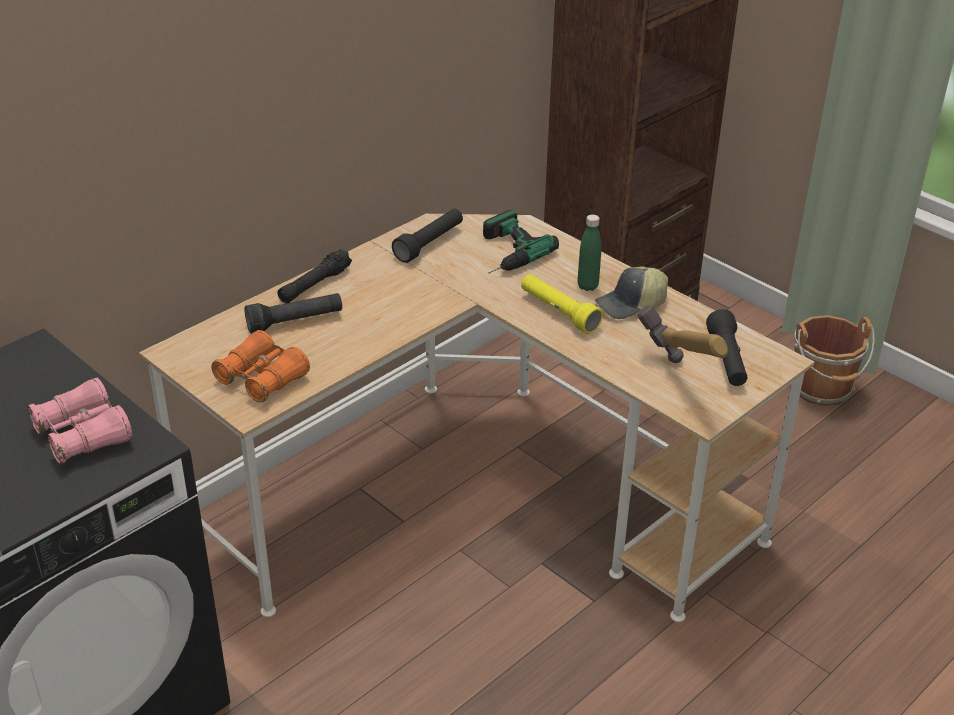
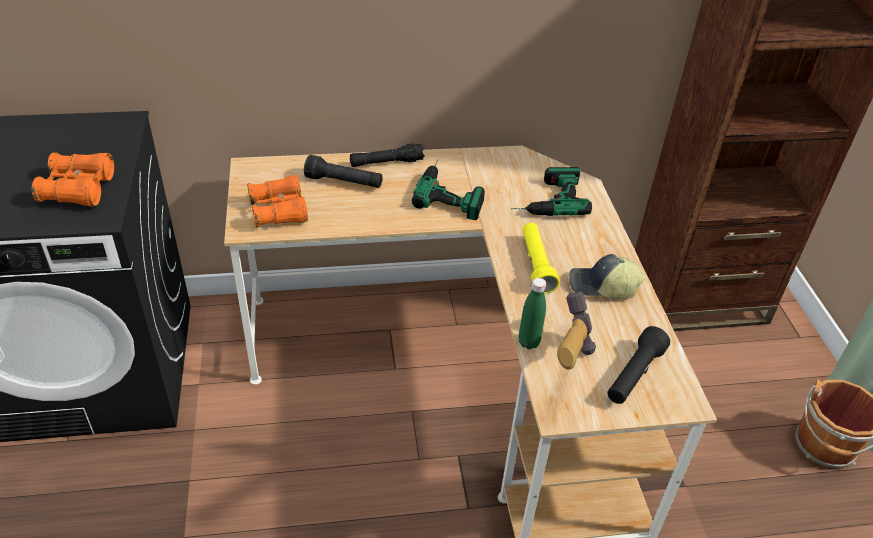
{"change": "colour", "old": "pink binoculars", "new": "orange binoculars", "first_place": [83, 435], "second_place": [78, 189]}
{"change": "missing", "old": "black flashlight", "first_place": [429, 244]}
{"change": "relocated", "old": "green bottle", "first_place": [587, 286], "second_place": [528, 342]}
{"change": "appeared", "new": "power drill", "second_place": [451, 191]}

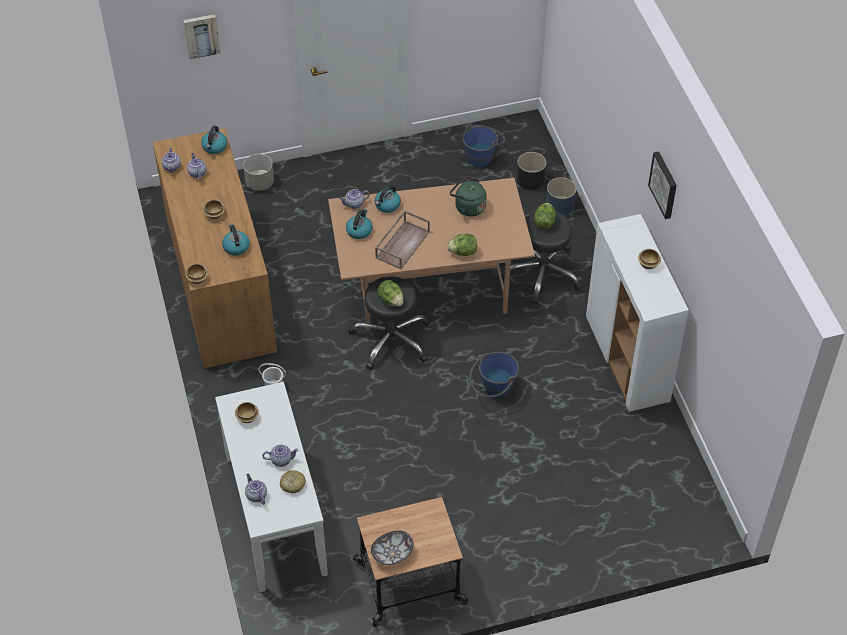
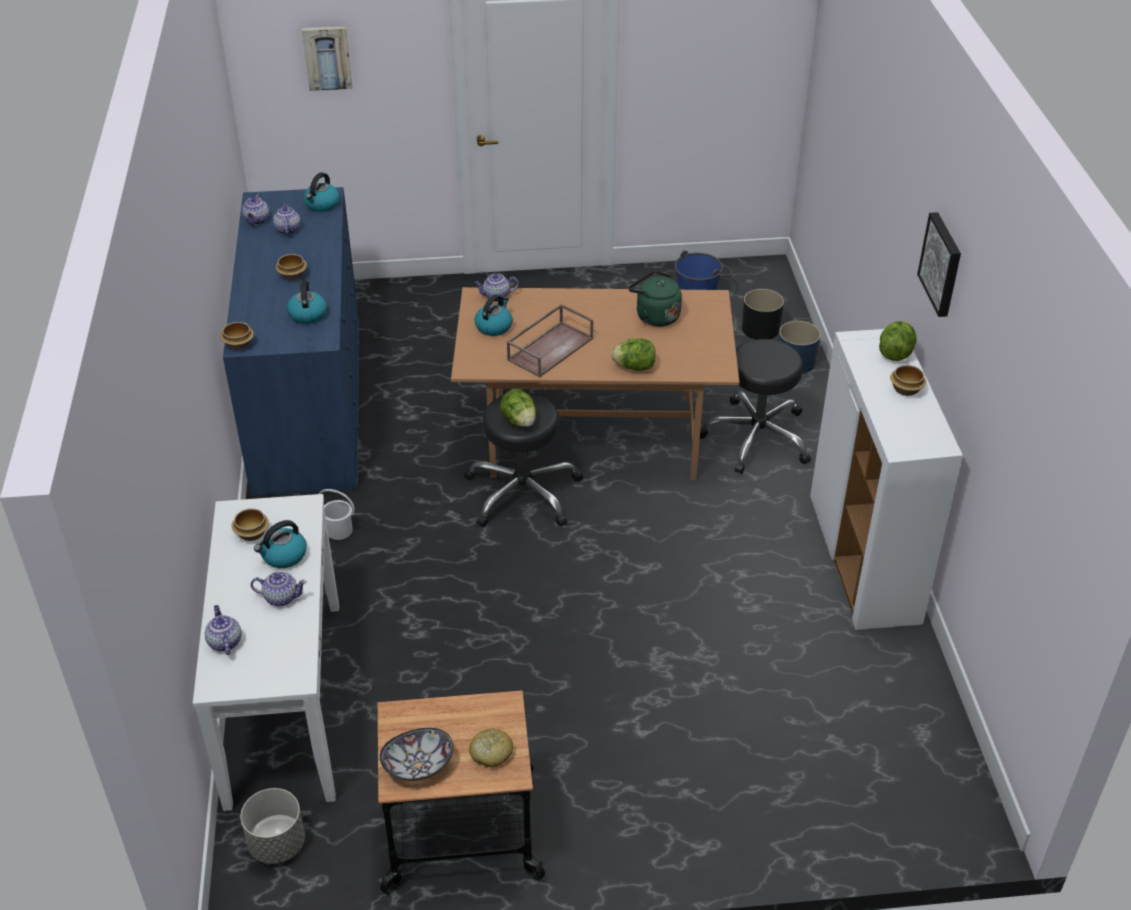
{"change": "colour", "old": "brown dresser", "new": "blue dresser", "first_place": [220, 285], "second_place": [308, 401]}
{"change": "relocated", "old": "grey planter", "first_place": [260, 183], "second_place": [277, 843]}
{"change": "relocated", "old": "bread", "first_place": [292, 484], "second_place": [491, 753]}
{"change": "relocated", "old": "kettle", "first_place": [387, 205], "second_place": [283, 556]}
{"change": "missing", "old": "blue bucket", "first_place": [493, 390]}
{"change": "relocated", "old": "lettuce", "first_place": [544, 222], "second_place": [895, 353]}

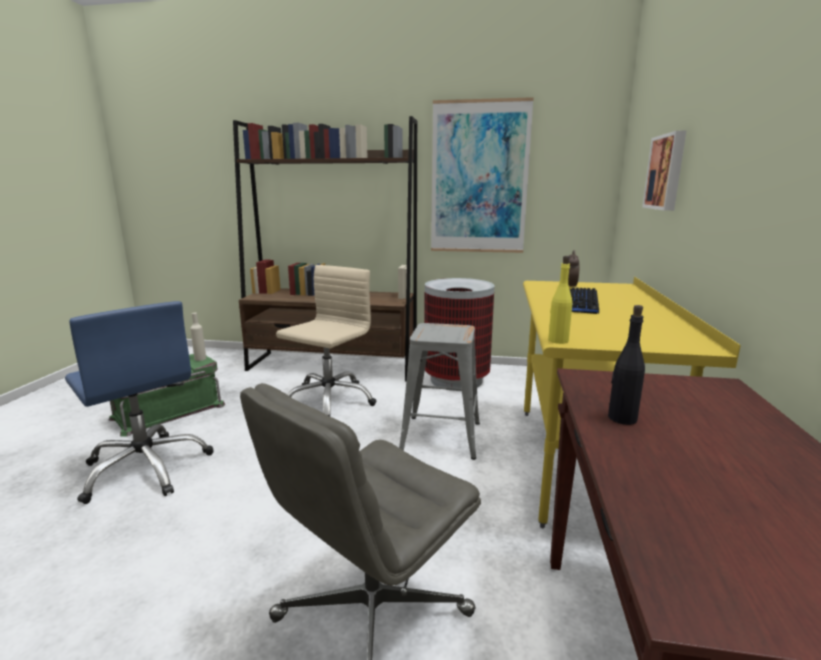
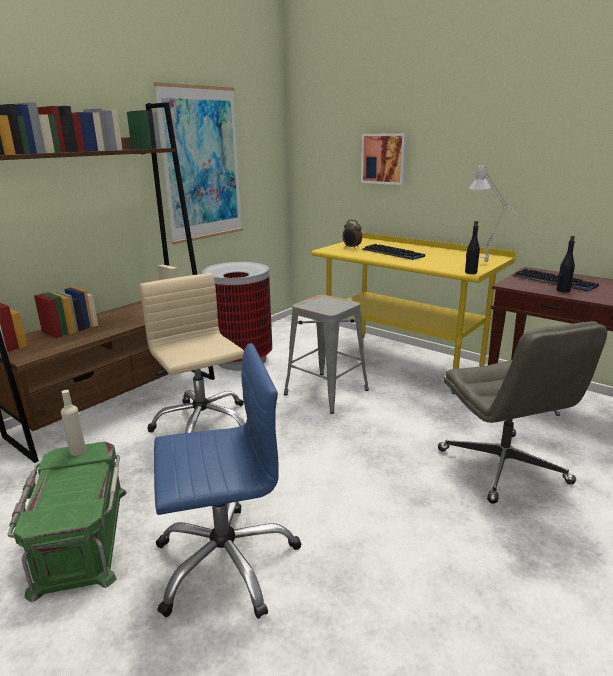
{"change": "colour", "old": "yellow bottle", "new": "black bottle", "first_place": [558, 340], "second_place": [470, 272]}
{"change": "appeared", "new": "grey table lamp", "second_place": [489, 262]}
{"change": "appeared", "new": "keyboard", "second_place": [553, 281]}

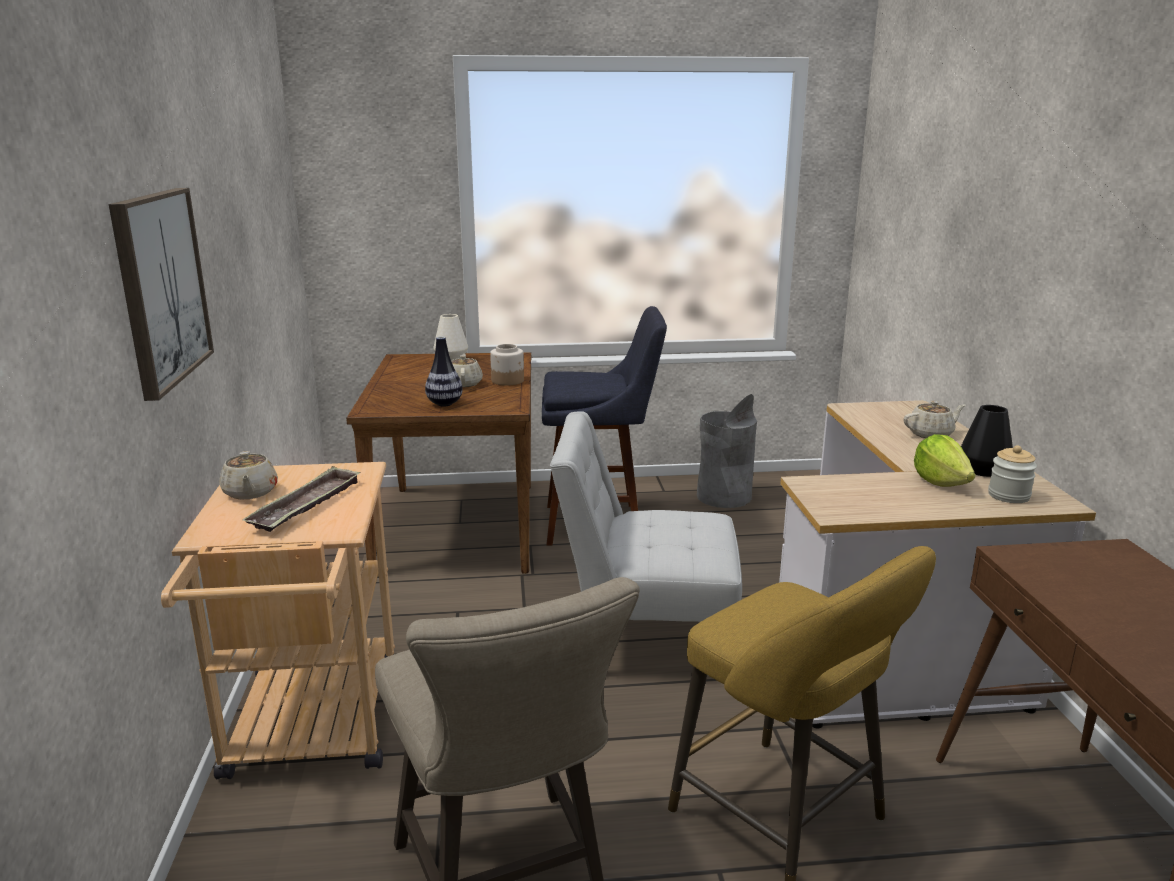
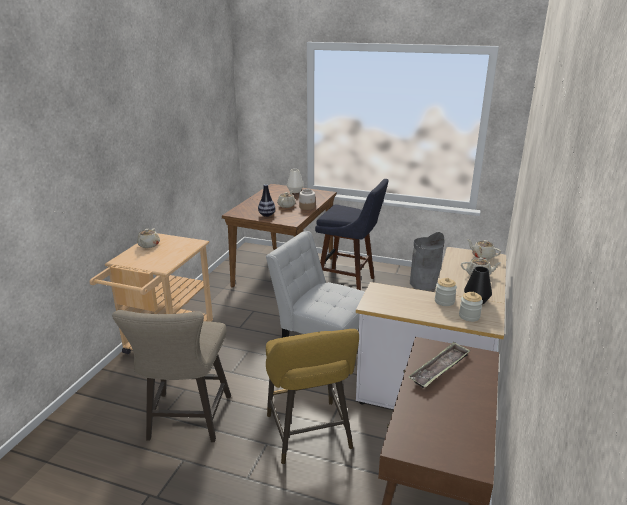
{"change": "missing", "old": "picture", "first_place": [161, 288]}
{"change": "relocated", "old": "tray", "first_place": [306, 506], "second_place": [439, 369]}
{"change": "exchanged", "old": "lettuce", "new": "jar", "first_place": [940, 482], "second_place": [444, 301]}
{"change": "appeared", "new": "beige teapot", "second_place": [482, 256]}

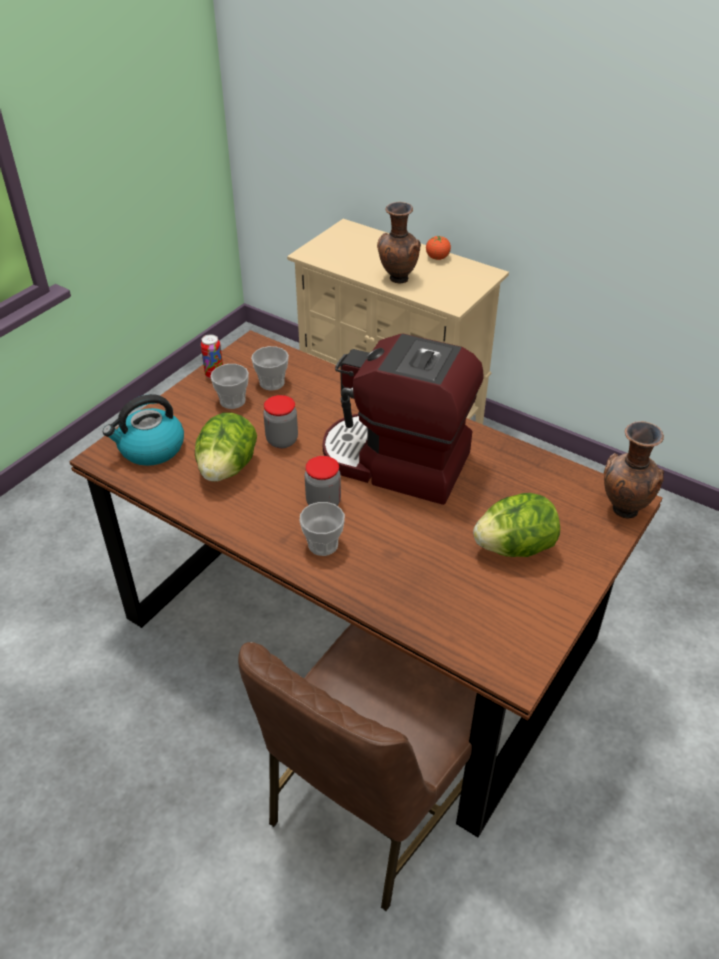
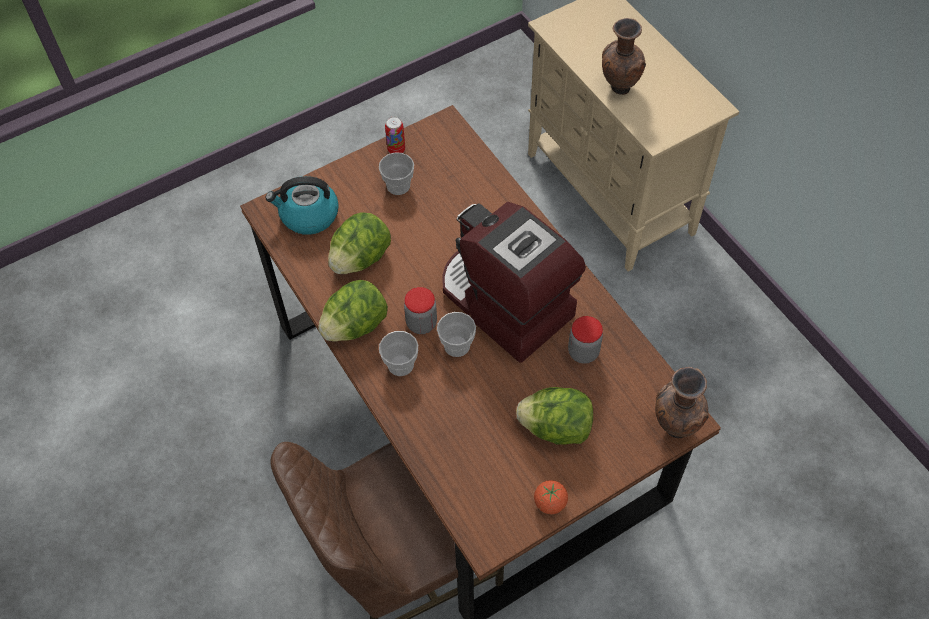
{"change": "relocated", "old": "cup", "first_place": [272, 383], "second_place": [457, 345]}
{"change": "relocated", "old": "jar", "first_place": [282, 440], "second_place": [583, 352]}
{"change": "relocated", "old": "tomato", "first_place": [437, 258], "second_place": [550, 503]}
{"change": "appeared", "new": "lettuce", "second_place": [355, 325]}

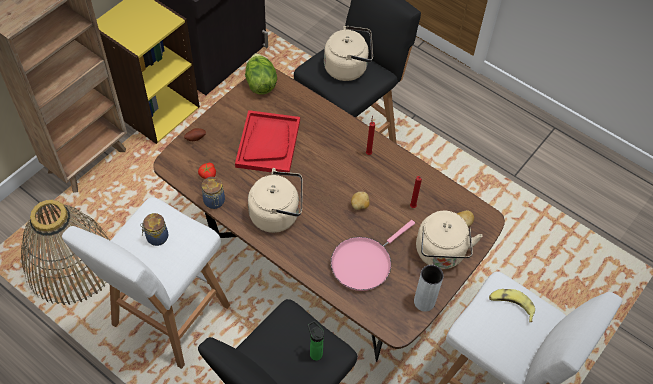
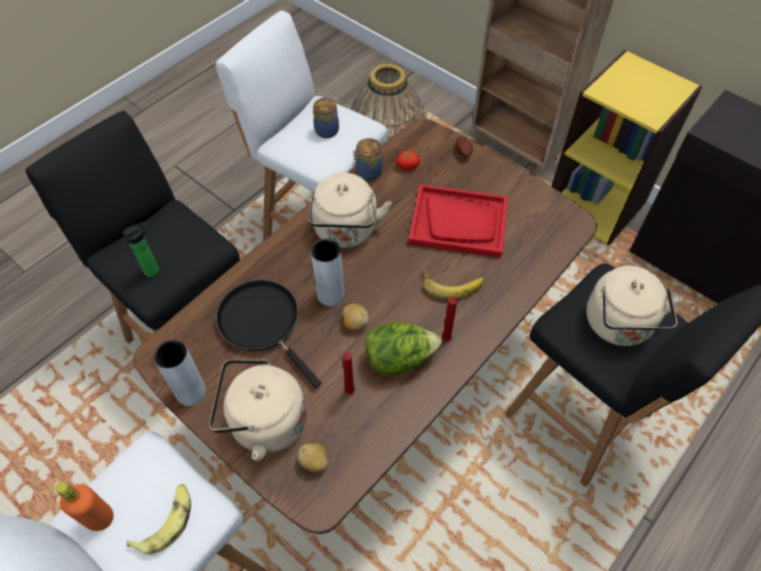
{"change": "relocated", "old": "lettuce", "first_place": [260, 83], "second_place": [399, 358]}
{"change": "colour", "old": "pink frying pan", "new": "black frying pan", "first_place": [364, 263], "second_place": [263, 323]}
{"change": "appeared", "new": "orange bottle", "second_place": [99, 518]}
{"change": "appeared", "new": "grey vase", "second_place": [330, 294]}
{"change": "appeared", "new": "banana", "second_place": [452, 283]}

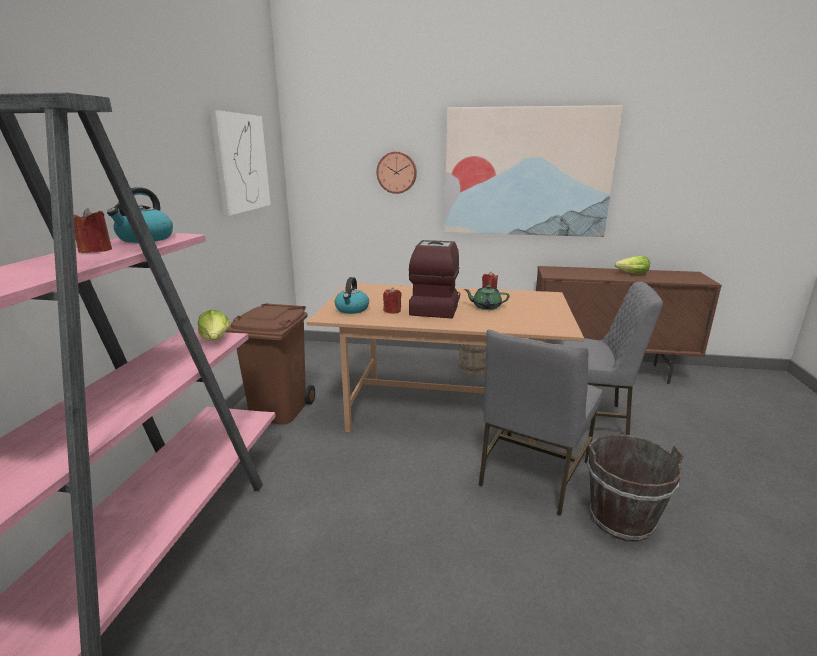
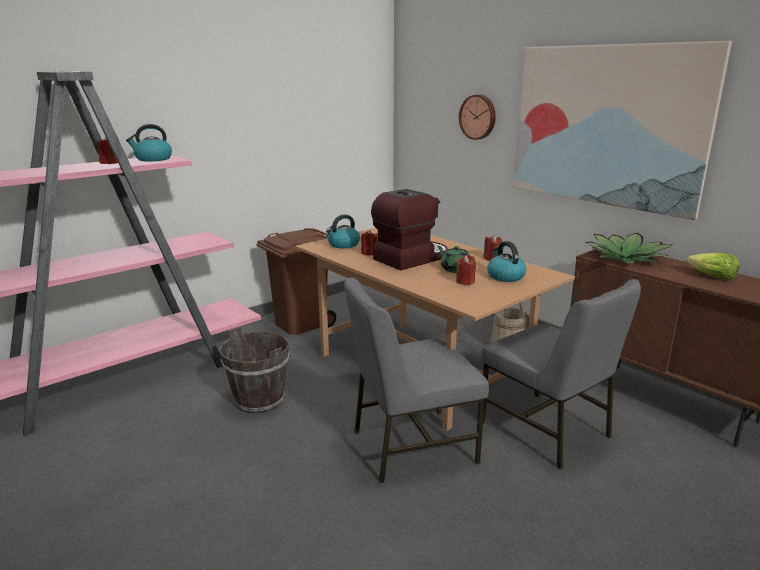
{"change": "missing", "old": "lettuce", "first_place": [216, 339]}
{"change": "missing", "old": "picture", "first_place": [241, 163]}
{"change": "relocated", "old": "brown bucket", "first_place": [621, 520], "second_place": [259, 400]}
{"change": "appeared", "new": "red candle", "second_place": [465, 281]}
{"change": "appeared", "new": "kettle", "second_place": [505, 276]}
{"change": "appeared", "new": "potted plant", "second_place": [626, 258]}

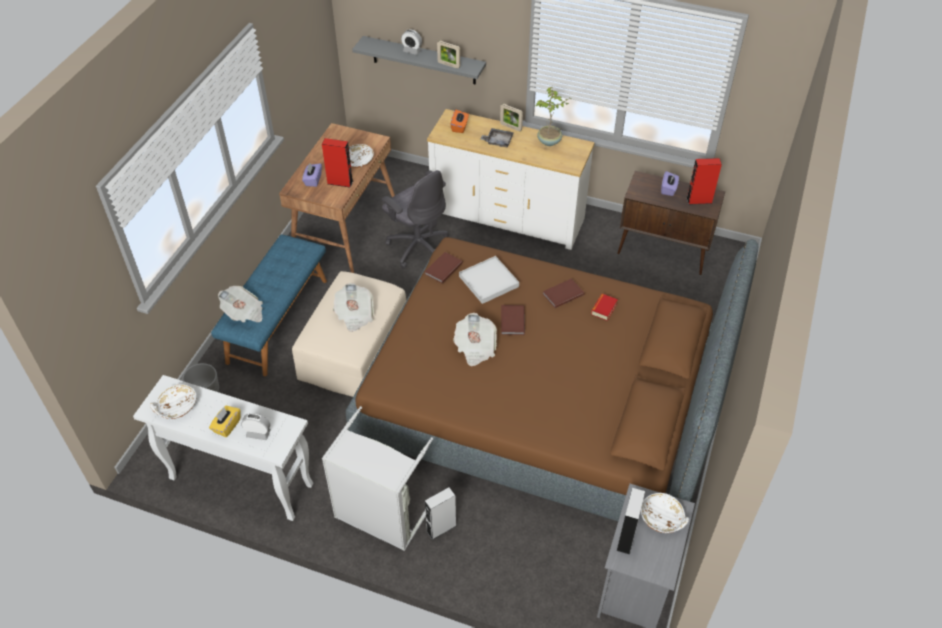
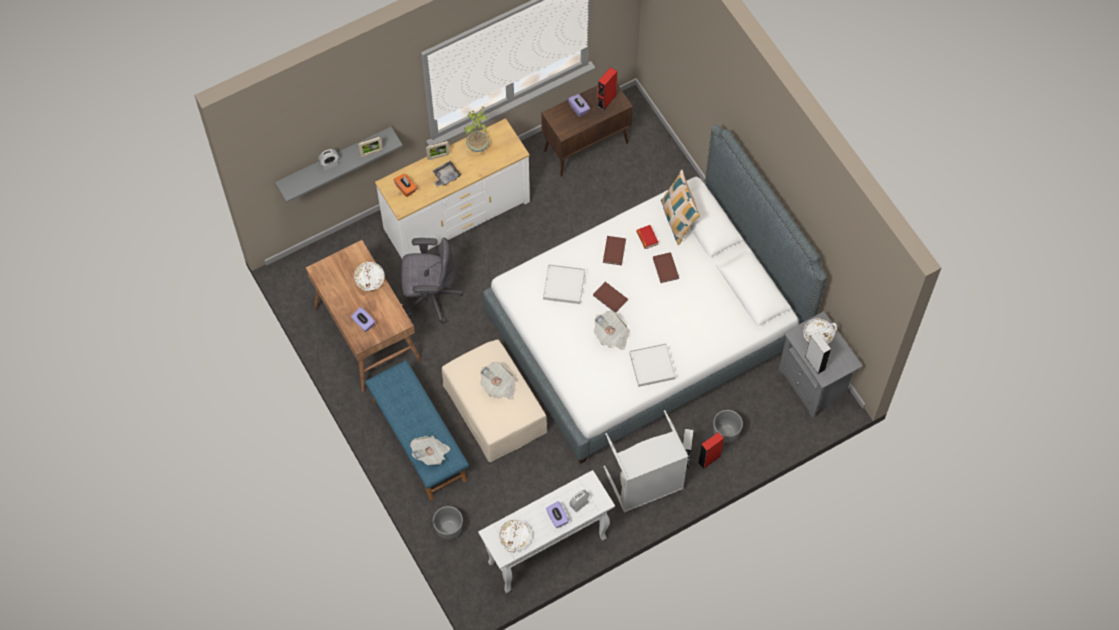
{"change": "colour", "old": "yellow tissue box", "new": "purple tissue box", "first_place": [227, 426], "second_place": [557, 518]}
{"change": "relocated", "old": "red speaker", "first_place": [340, 182], "second_place": [709, 459]}
{"change": "colour", "old": "brown bed", "new": "white bed", "first_place": [544, 405], "second_place": [646, 328]}
{"change": "relocated", "old": "brown book", "first_place": [442, 268], "second_place": [665, 269]}
{"change": "appeared", "new": "white tray", "second_place": [652, 366]}
{"change": "appeared", "new": "pillow", "second_place": [678, 220]}
{"change": "appeared", "new": "grey planter", "second_place": [726, 433]}

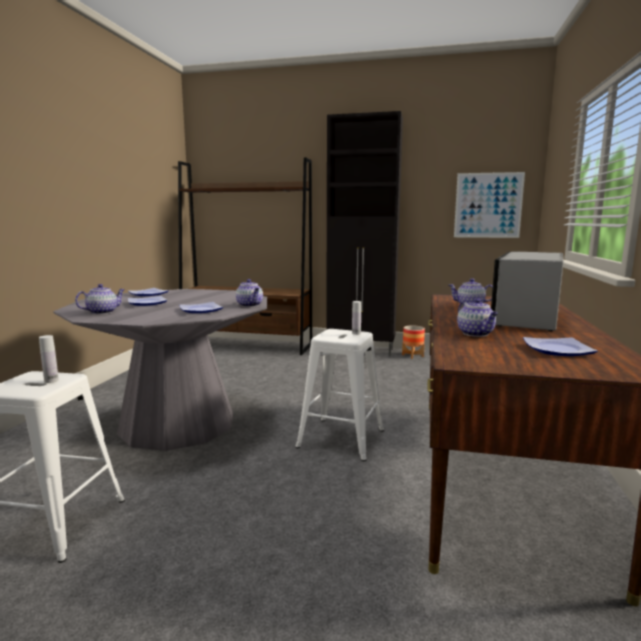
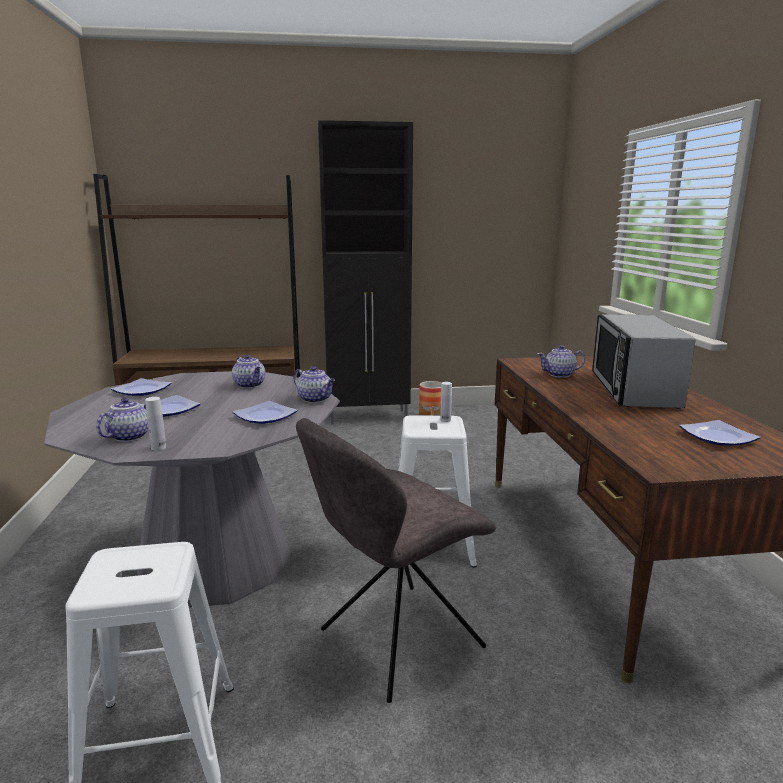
{"change": "relocated", "old": "white bottle", "first_place": [51, 380], "second_place": [158, 447]}
{"change": "missing", "old": "picture", "first_place": [488, 205]}
{"change": "relocated", "old": "teapot", "first_place": [476, 334], "second_place": [250, 385]}
{"change": "appeared", "new": "grey chair", "second_place": [396, 641]}

